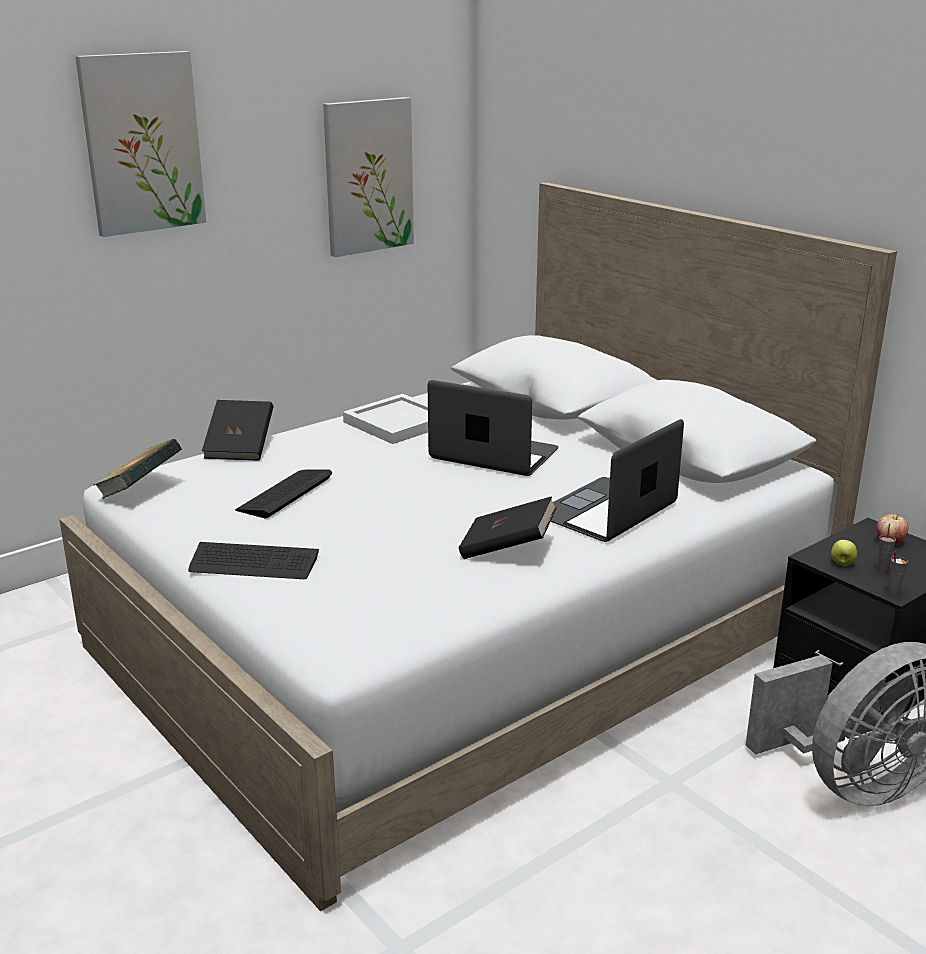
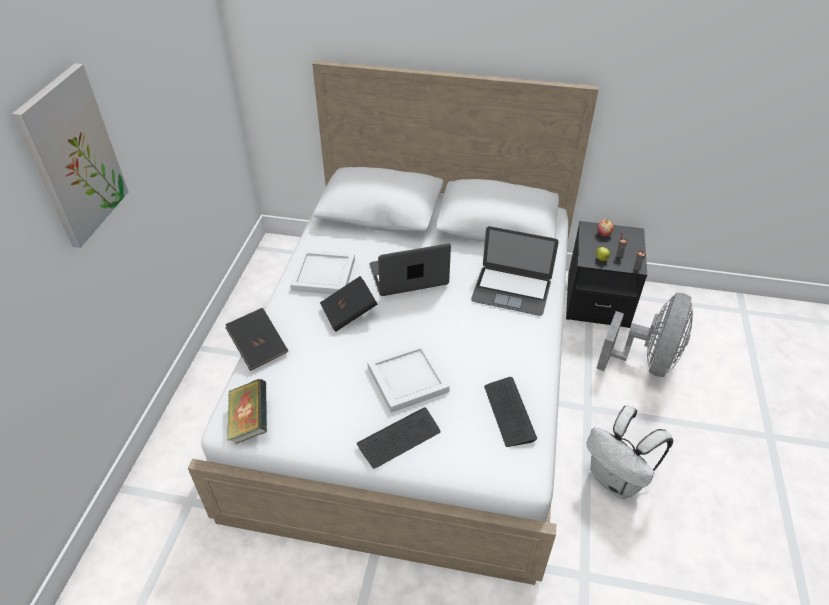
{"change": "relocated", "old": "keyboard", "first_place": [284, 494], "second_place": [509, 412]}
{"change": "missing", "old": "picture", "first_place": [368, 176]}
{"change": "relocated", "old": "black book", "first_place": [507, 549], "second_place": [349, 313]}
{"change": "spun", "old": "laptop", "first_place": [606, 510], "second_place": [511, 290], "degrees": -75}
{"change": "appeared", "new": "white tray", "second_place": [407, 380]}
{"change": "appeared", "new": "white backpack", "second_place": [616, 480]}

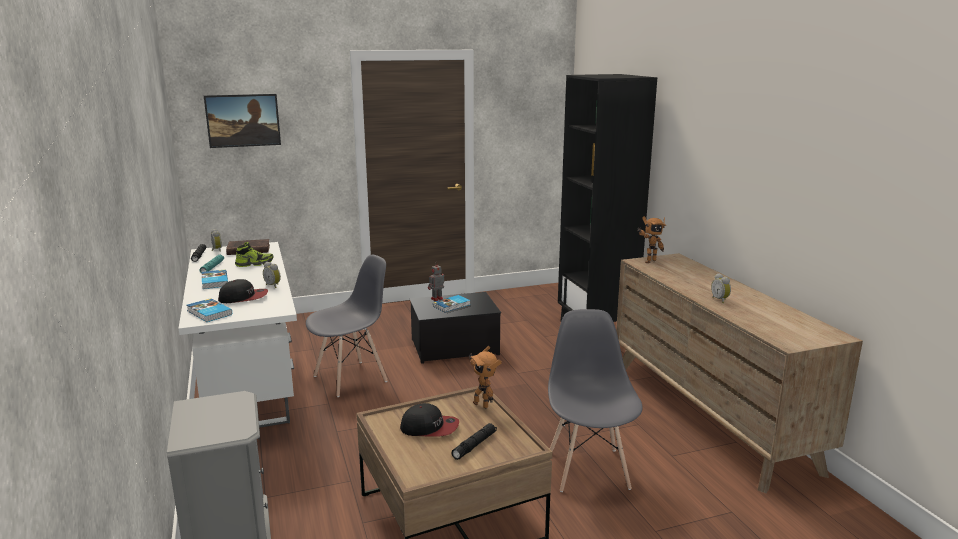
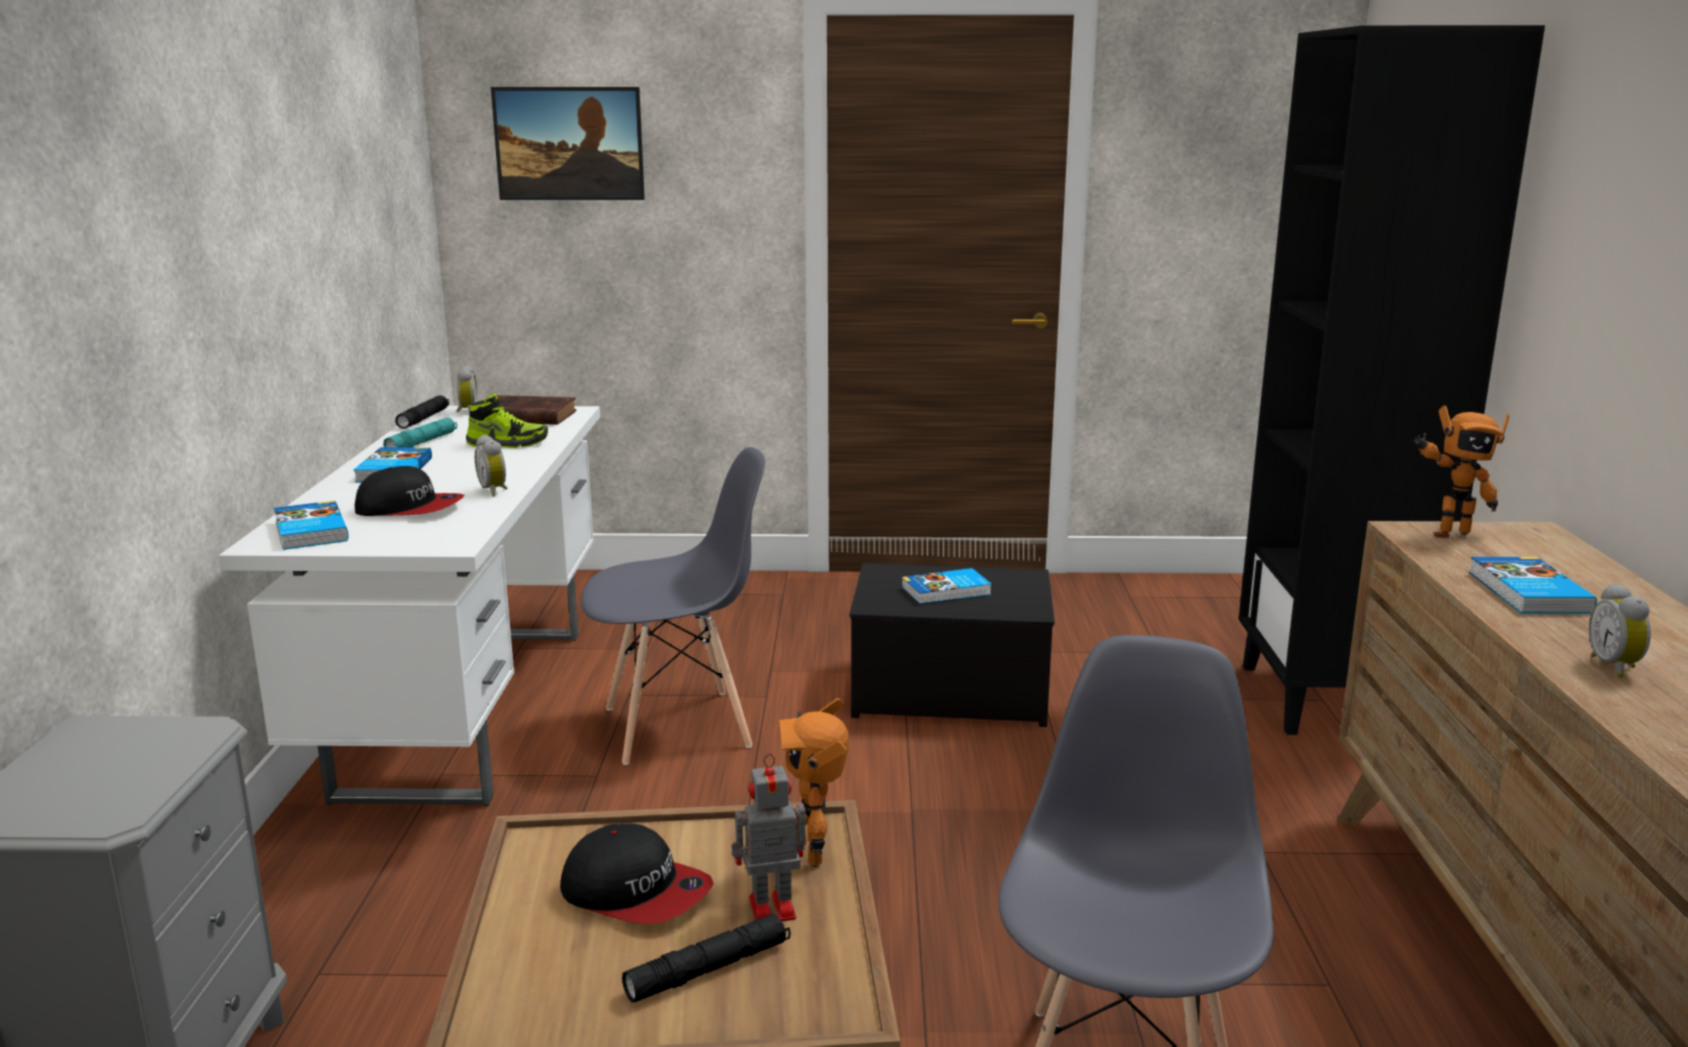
{"change": "relocated", "old": "toy robot", "first_place": [436, 299], "second_place": [769, 908]}
{"change": "appeared", "new": "book", "second_place": [1527, 592]}

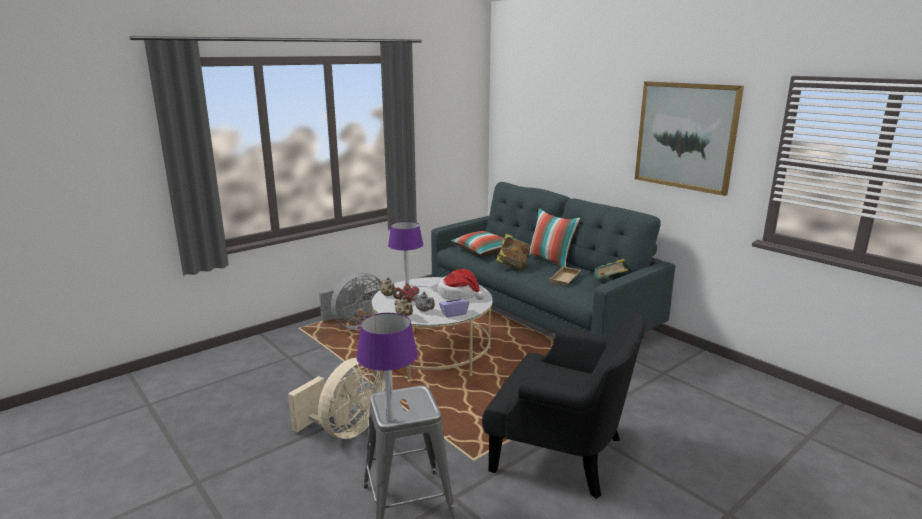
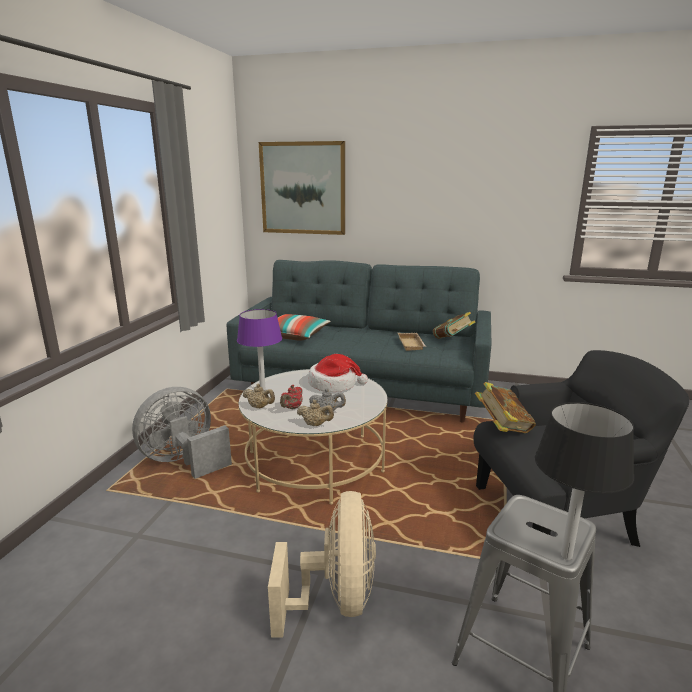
{"change": "spun", "old": "grey fan", "first_place": [355, 326], "second_place": [184, 461], "degrees": -150}
{"change": "colour", "old": "purple table lamp", "new": "black table lamp", "first_place": [390, 419], "second_place": [566, 555]}
{"change": "missing", "old": "purple tissue box", "first_place": [454, 313]}
{"change": "relocated", "old": "book", "first_place": [512, 265], "second_place": [502, 428]}
{"change": "missing", "old": "pillow", "first_place": [550, 260]}
{"change": "relocated", "old": "picture", "first_place": [685, 136], "second_place": [303, 188]}

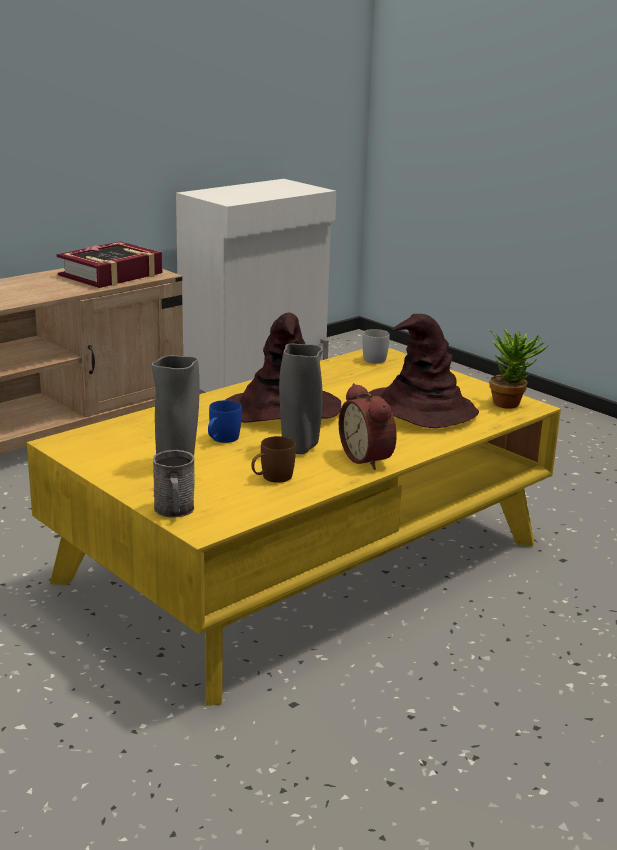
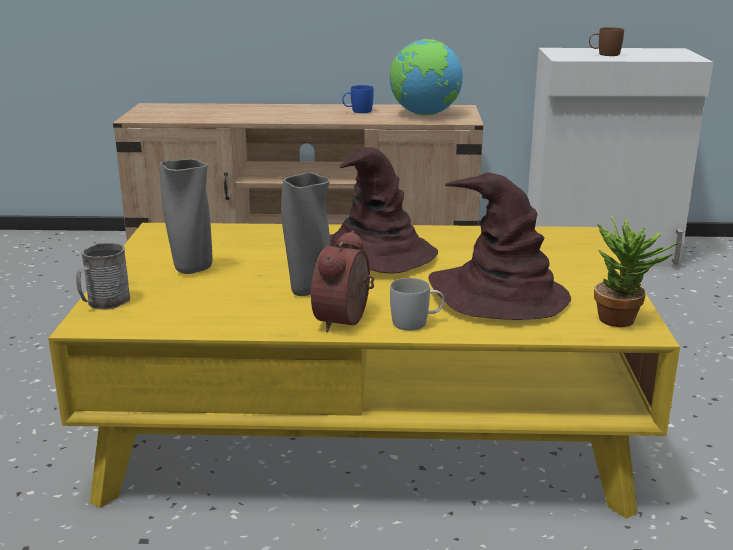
{"change": "exchanged", "old": "book", "new": "globe", "first_place": [111, 275], "second_place": [424, 114]}
{"change": "relocated", "old": "blue mug", "first_place": [221, 439], "second_place": [357, 111]}
{"change": "relocated", "old": "brown mug", "first_place": [272, 478], "second_place": [604, 54]}
{"change": "relocated", "old": "white mug", "first_place": [377, 358], "second_place": [416, 323]}

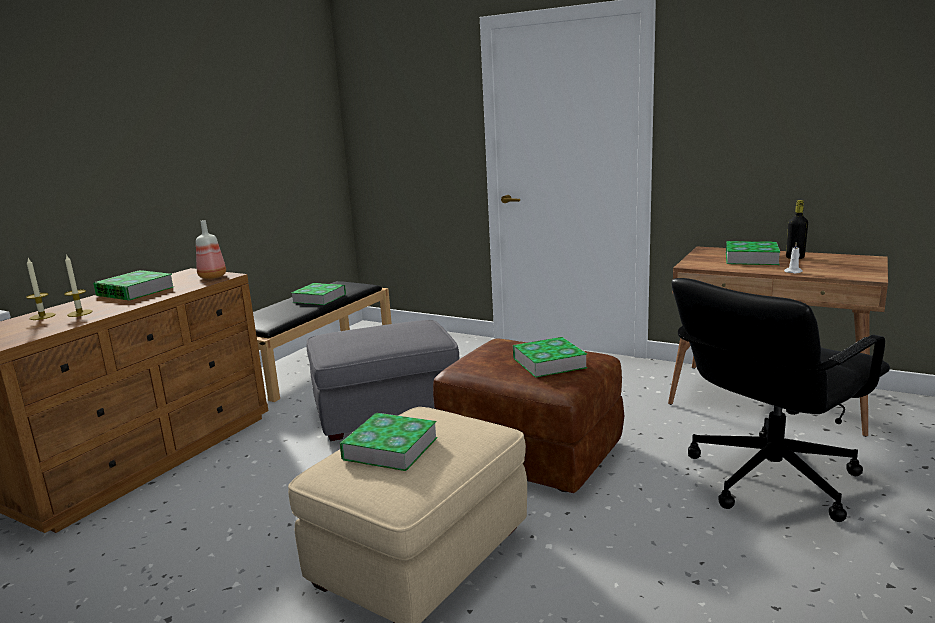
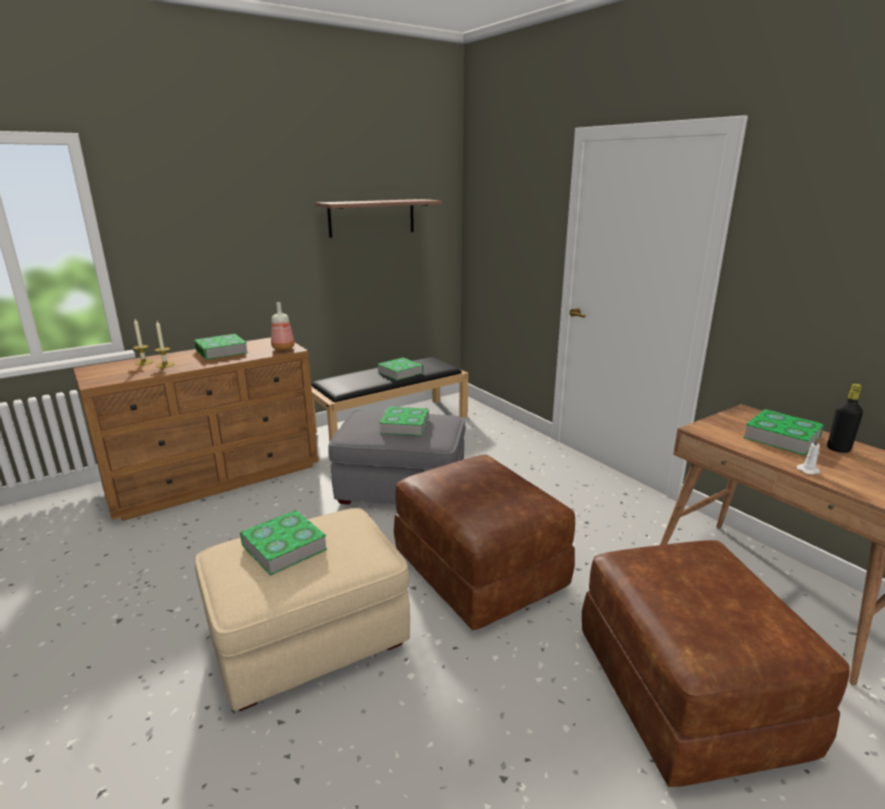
{"change": "relocated", "old": "book", "first_place": [549, 363], "second_place": [405, 425]}
{"change": "exchanged", "old": "black office chair", "new": "brown ottoman", "first_place": [769, 478], "second_place": [685, 691]}
{"change": "appeared", "new": "shelf", "second_place": [372, 217]}

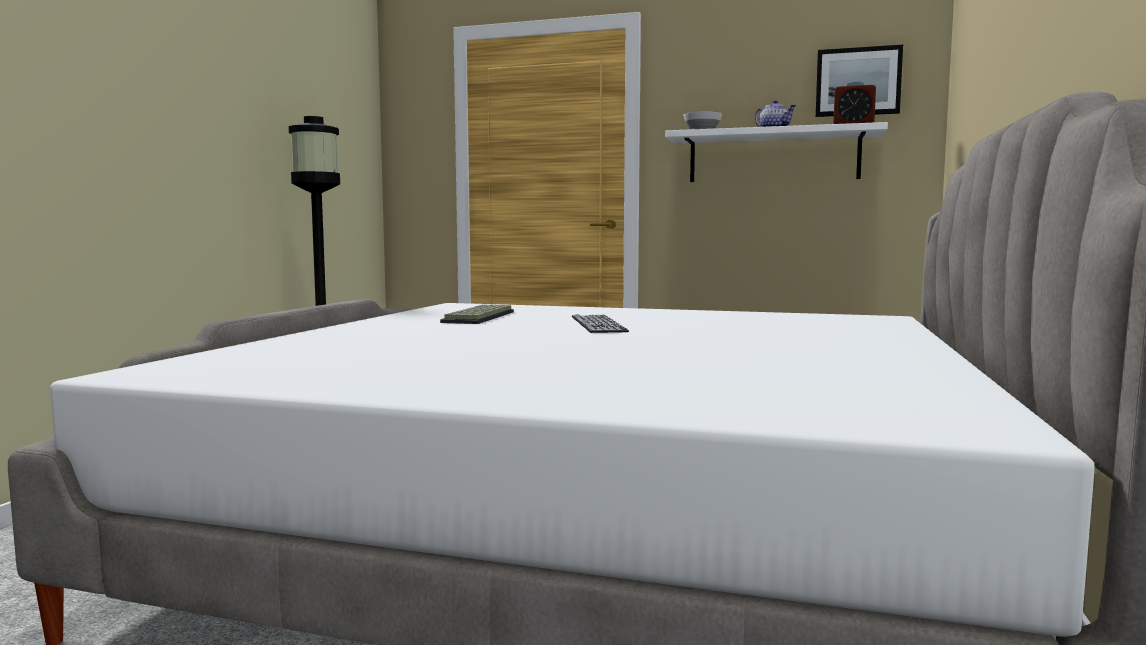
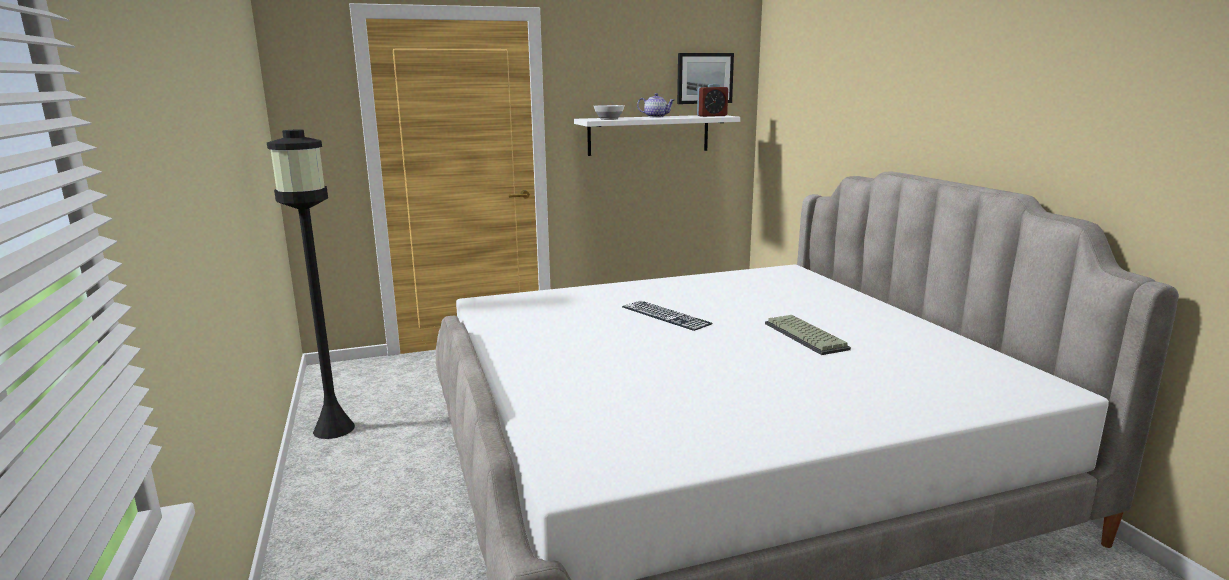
{"change": "relocated", "old": "keyboard", "first_place": [480, 317], "second_place": [807, 336]}

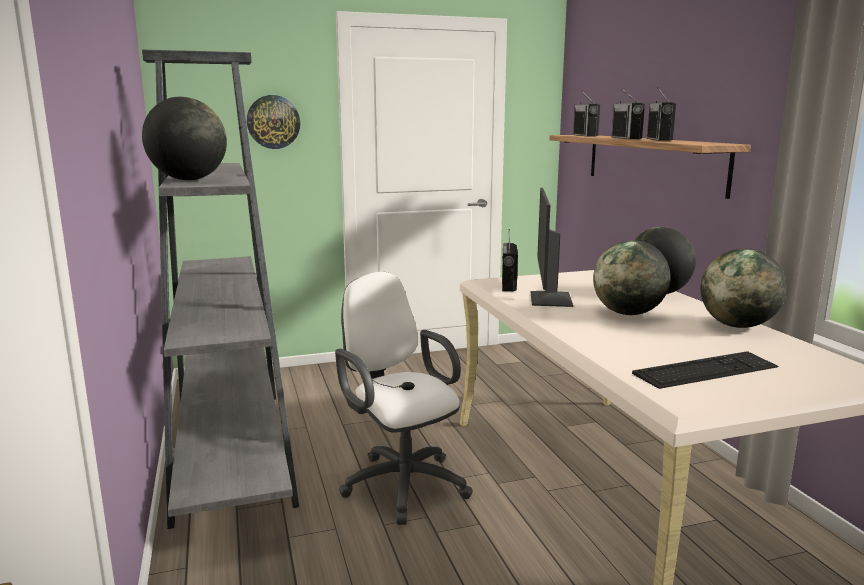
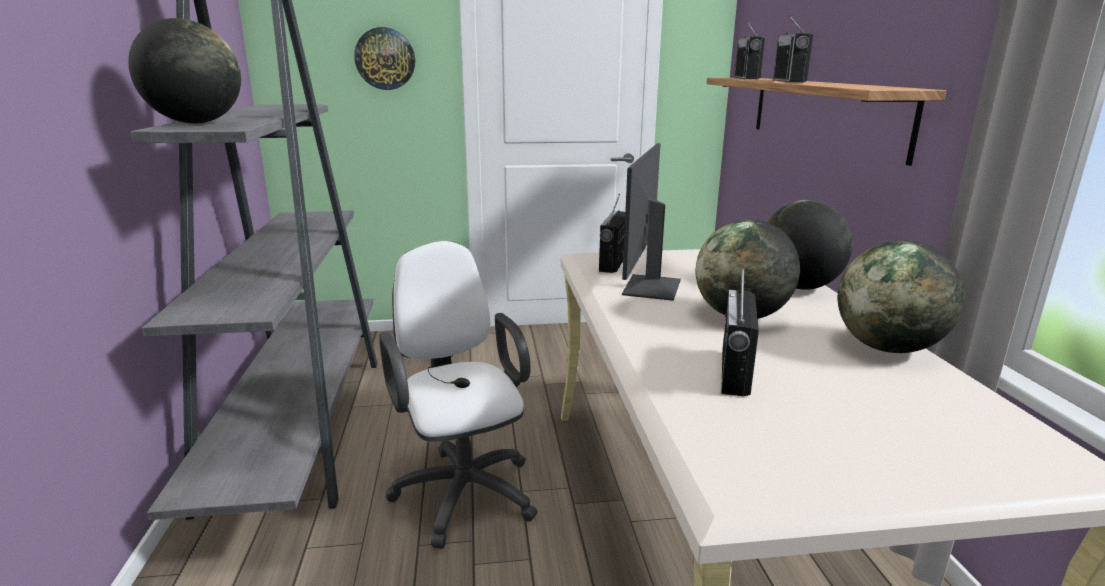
{"change": "missing", "old": "keyboard", "first_place": [706, 370]}
{"change": "relocated", "old": "radio", "first_place": [659, 139], "second_place": [734, 372]}

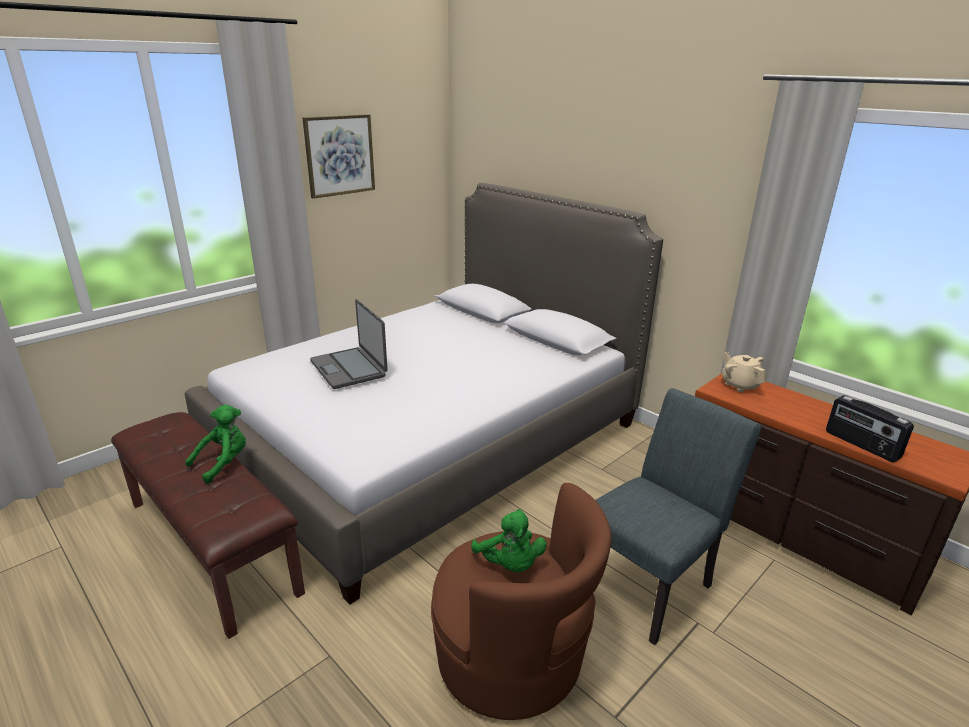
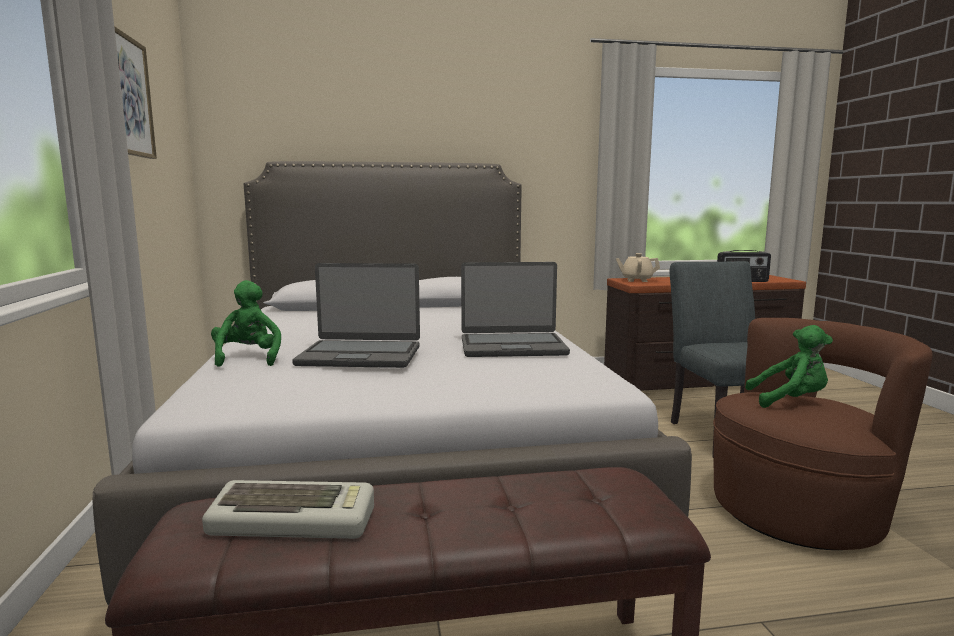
{"change": "relocated", "old": "green plush toy", "first_place": [224, 463], "second_place": [248, 358]}
{"change": "appeared", "new": "keyboard", "second_place": [295, 520]}
{"change": "appeared", "new": "laptop", "second_place": [512, 346]}

